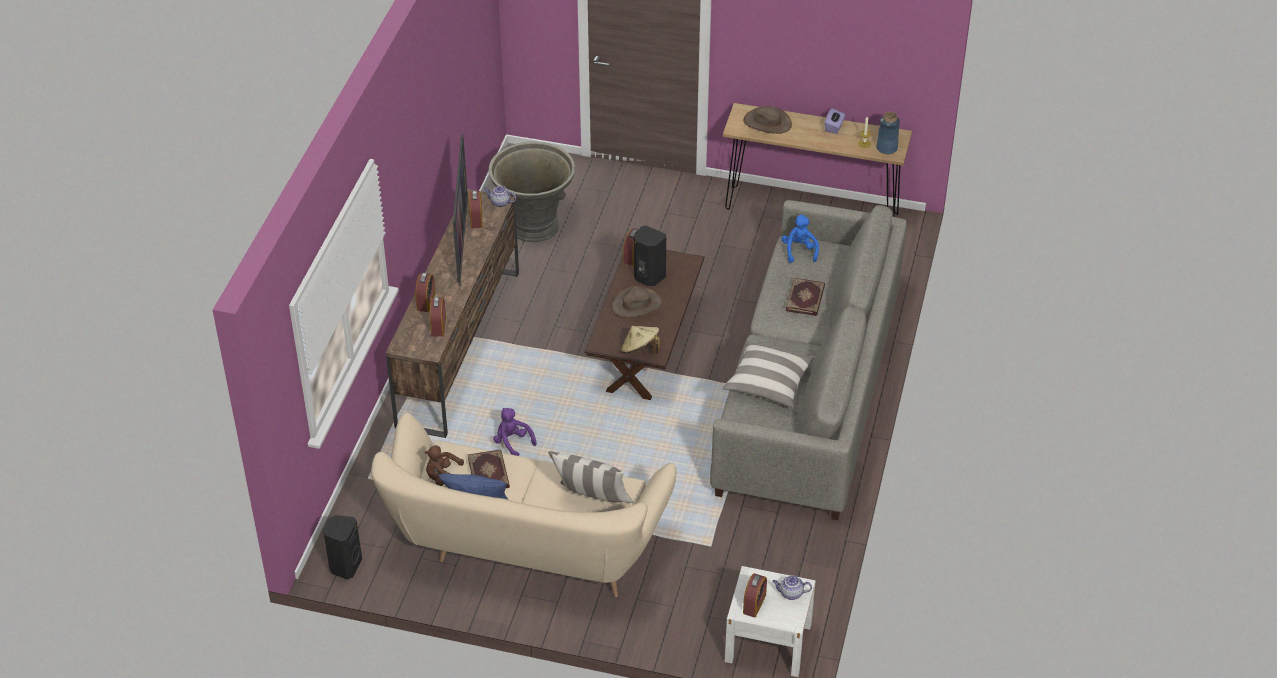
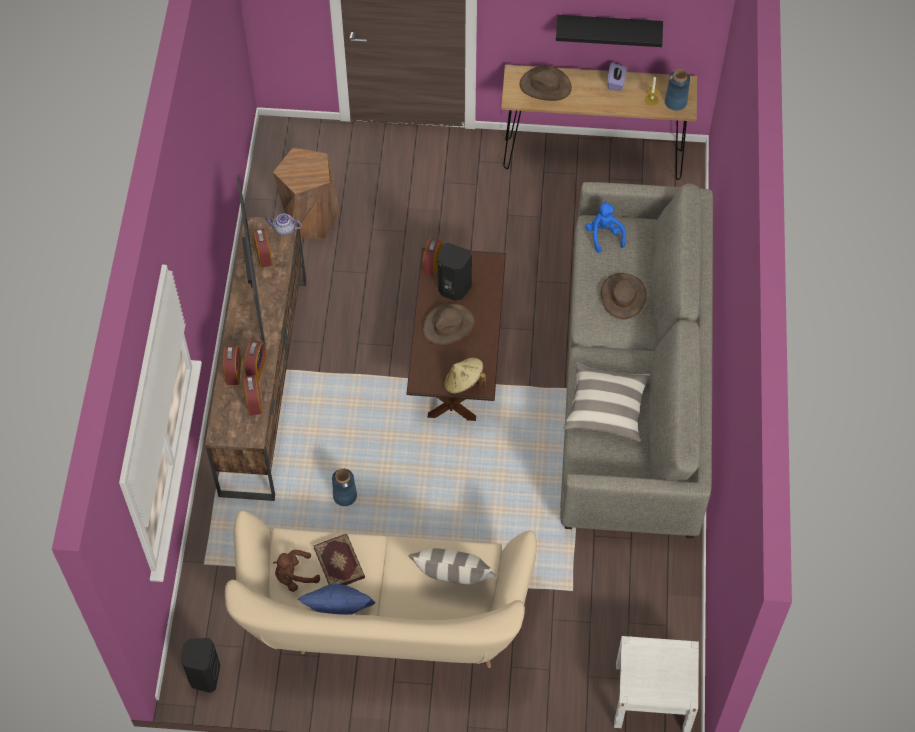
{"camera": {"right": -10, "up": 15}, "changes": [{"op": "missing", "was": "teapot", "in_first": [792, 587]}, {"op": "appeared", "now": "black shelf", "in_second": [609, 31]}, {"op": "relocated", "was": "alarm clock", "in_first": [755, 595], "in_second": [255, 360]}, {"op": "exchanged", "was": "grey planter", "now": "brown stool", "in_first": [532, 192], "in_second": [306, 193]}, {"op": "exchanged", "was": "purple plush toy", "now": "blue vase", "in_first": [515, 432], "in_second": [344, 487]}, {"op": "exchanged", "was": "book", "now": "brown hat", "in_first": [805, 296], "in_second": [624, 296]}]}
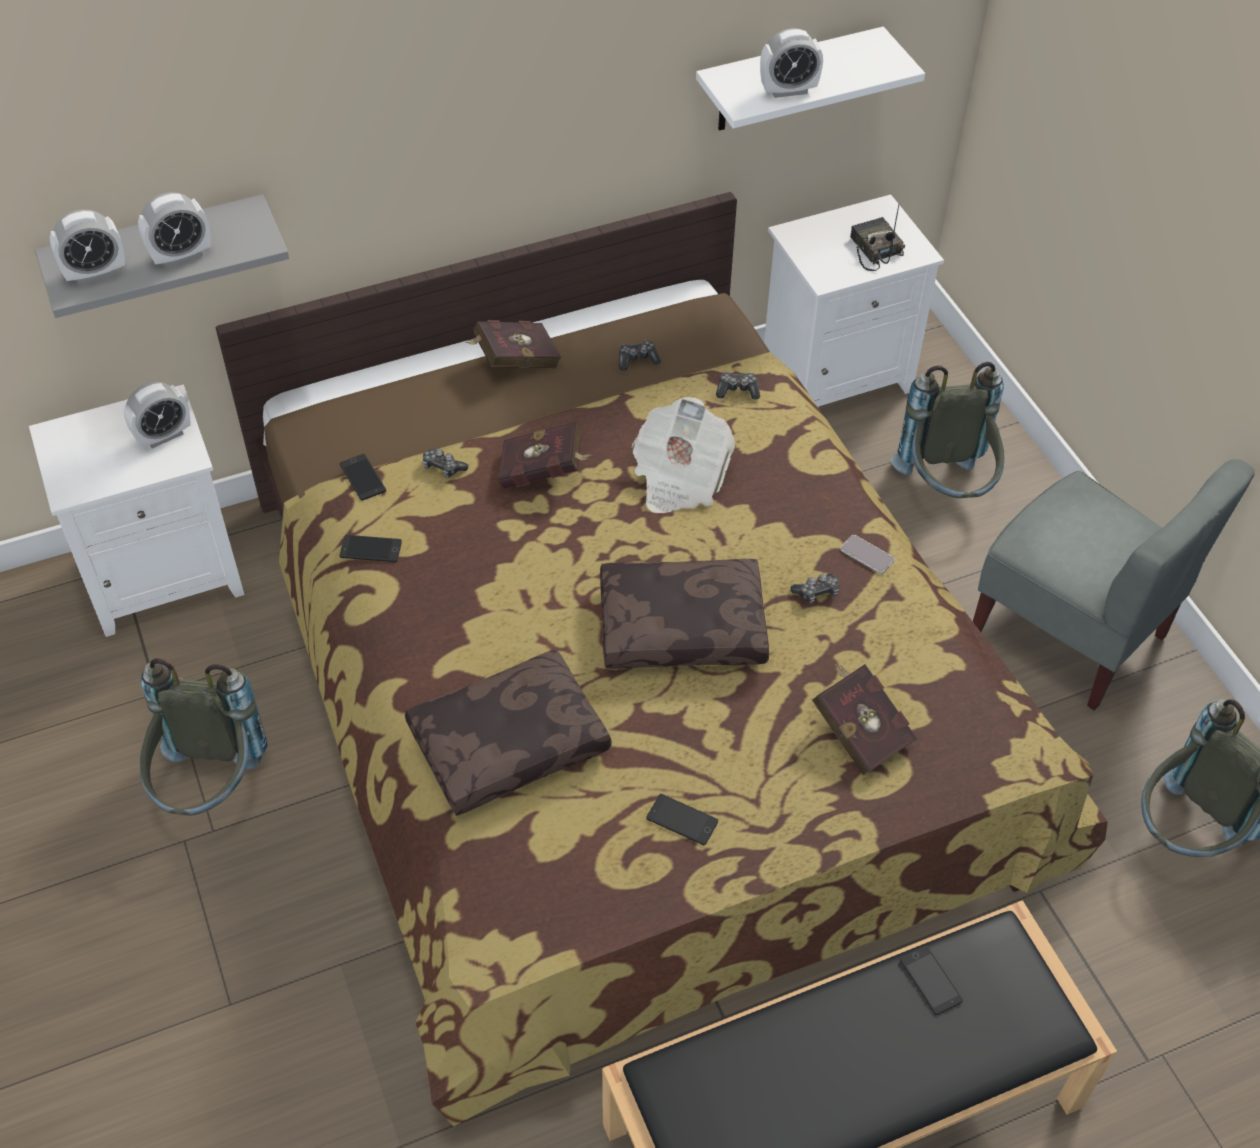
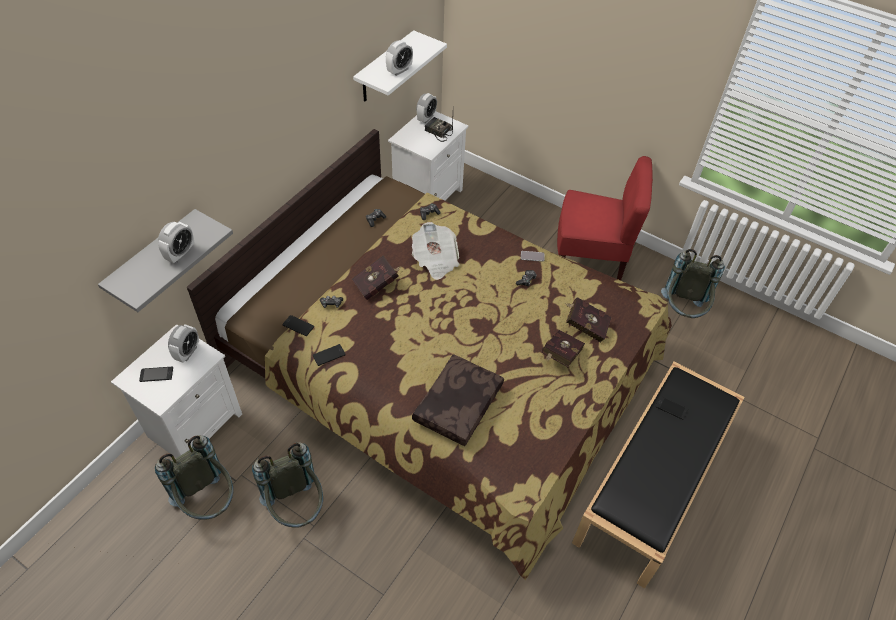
{"camera": {"right": -35, "up": 0}, "changes": [{"op": "missing", "was": "brown pillow", "in_first": [684, 614]}, {"op": "relocated", "was": "alarm clock", "in_first": [87, 247], "in_second": [426, 108]}, {"op": "relocated", "was": "red book", "in_first": [514, 344], "in_second": [563, 348]}, {"op": "relocated", "was": "phone", "in_first": [682, 819], "in_second": [156, 374]}, {"op": "relocated", "was": "grey backpack", "in_first": [948, 430], "in_second": [194, 477]}, {"op": "colour", "was": "grey chair", "now": "red chair", "in_first": [1114, 585], "in_second": [605, 218]}]}
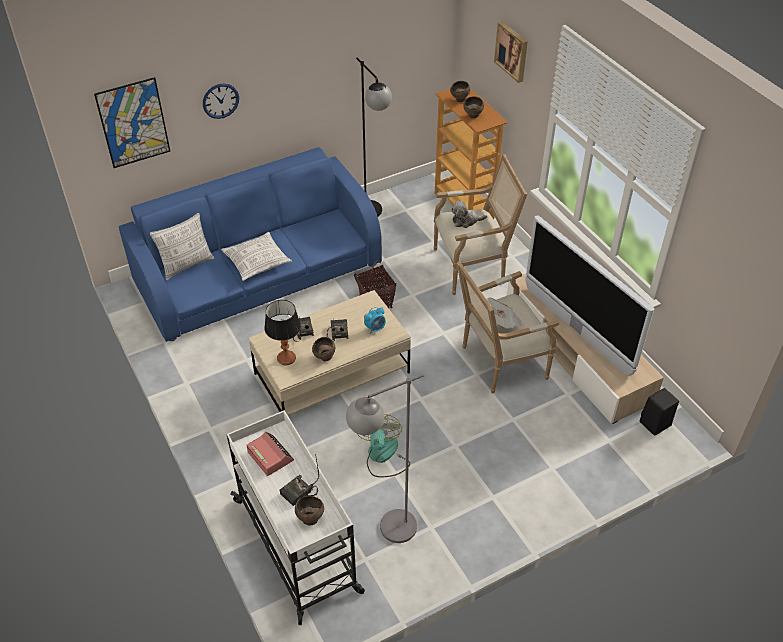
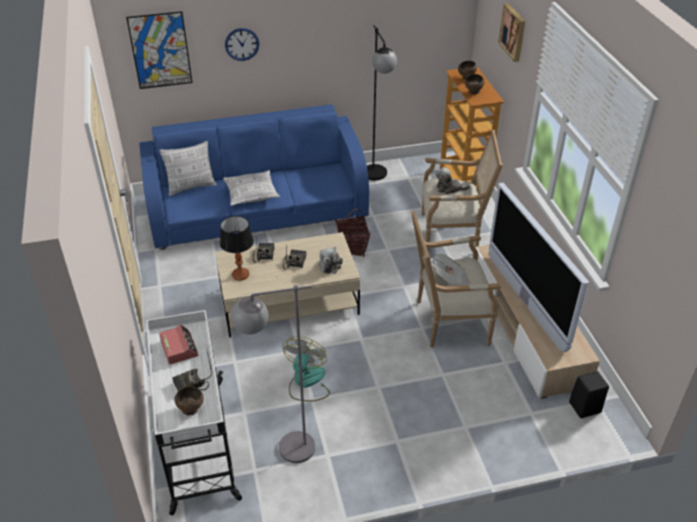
{"camera": {"right": 15, "up": -5}, "changes": [{"op": "missing", "was": "brown bowl", "in_first": [323, 349]}, {"op": "exchanged", "was": "alarm clock", "now": "plush toy", "in_first": [375, 320], "in_second": [330, 260]}]}
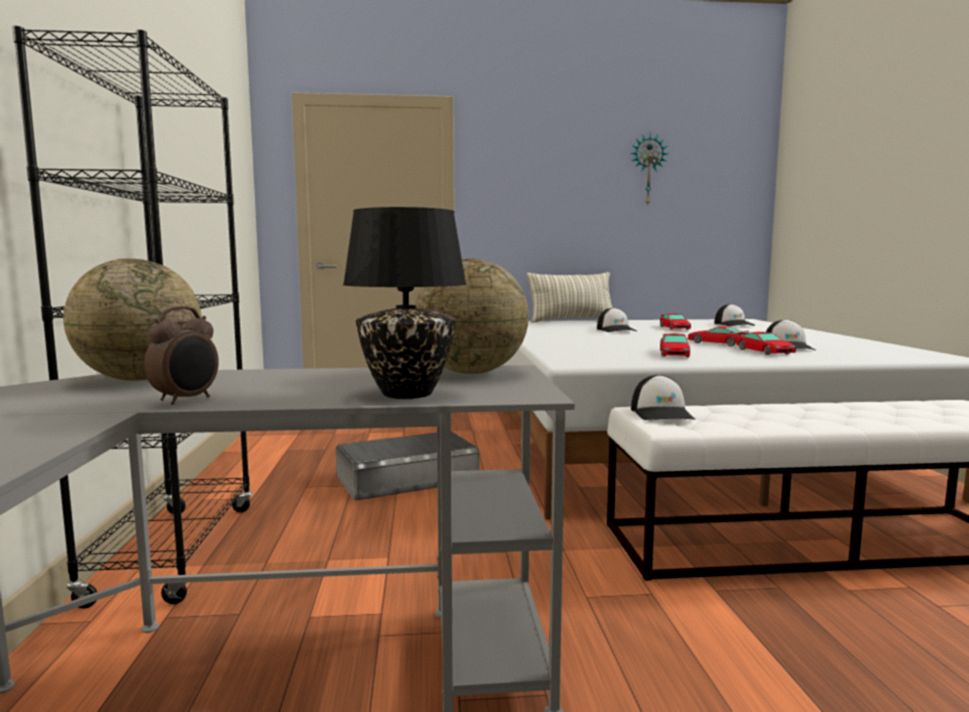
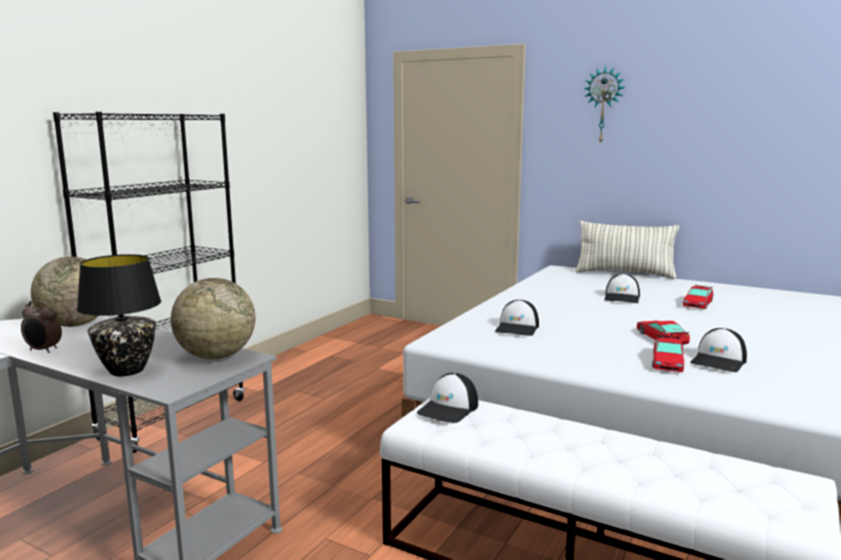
{"camera": {"right": 35, "up": 5}, "changes": [{"op": "missing", "was": "grey storage box", "in_first": [408, 466]}, {"op": "missing", "was": "toy car", "in_first": [675, 345]}, {"op": "relocated", "was": "wall clock", "in_first": [650, 169], "in_second": [604, 105]}, {"op": "relocated", "was": "cap", "in_first": [734, 315], "in_second": [517, 318]}, {"op": "spun", "was": "alarm clock", "in_first": [181, 355], "in_second": [41, 326], "clockwise": 45}]}
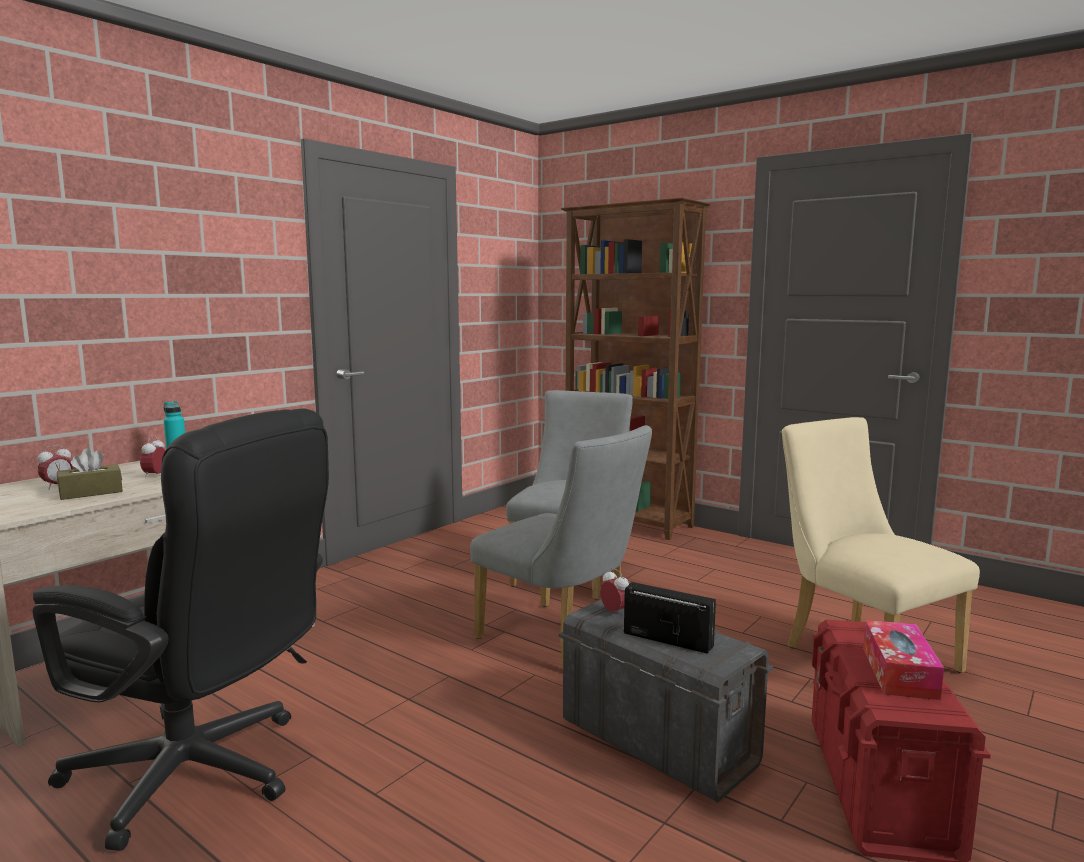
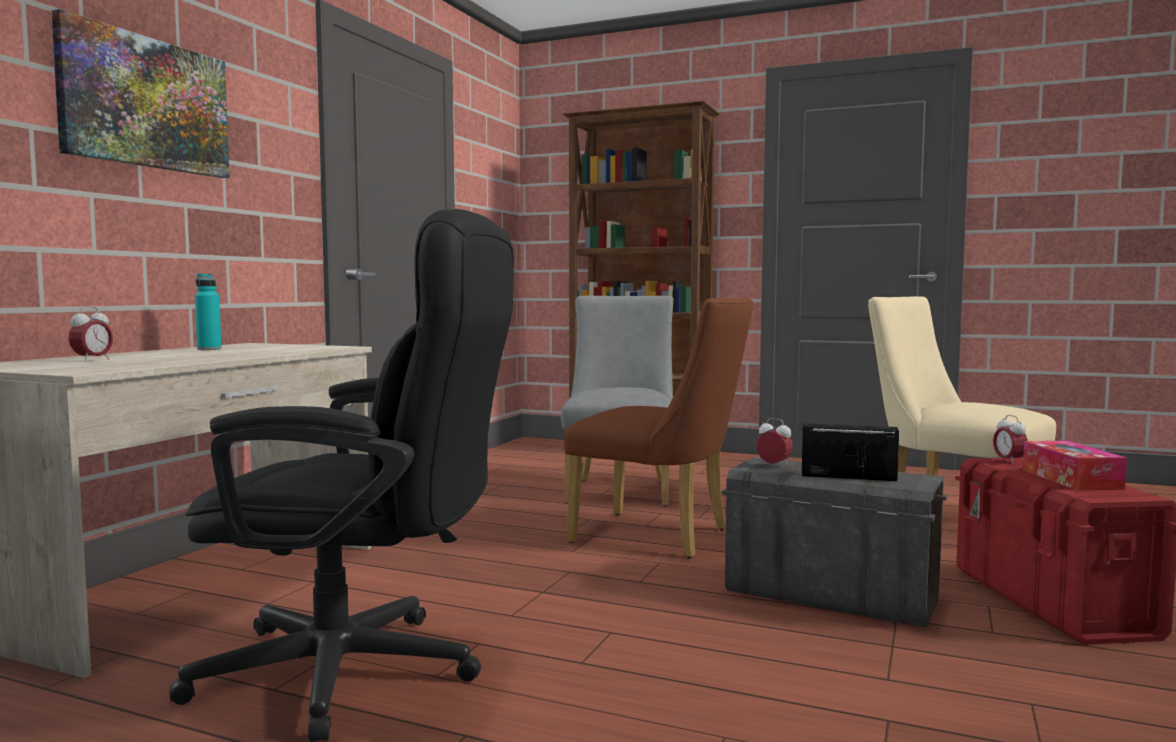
{"camera": {"right": -15, "up": -5}, "changes": [{"op": "missing", "was": "brown tissue box", "in_first": [90, 474]}, {"op": "appeared", "now": "picture", "in_second": [140, 93]}, {"op": "relocated", "was": "alarm clock", "in_first": [152, 457], "in_second": [1010, 439]}, {"op": "colour", "was": "grey chair", "now": "brown chair", "in_first": [561, 547], "in_second": [658, 427]}]}
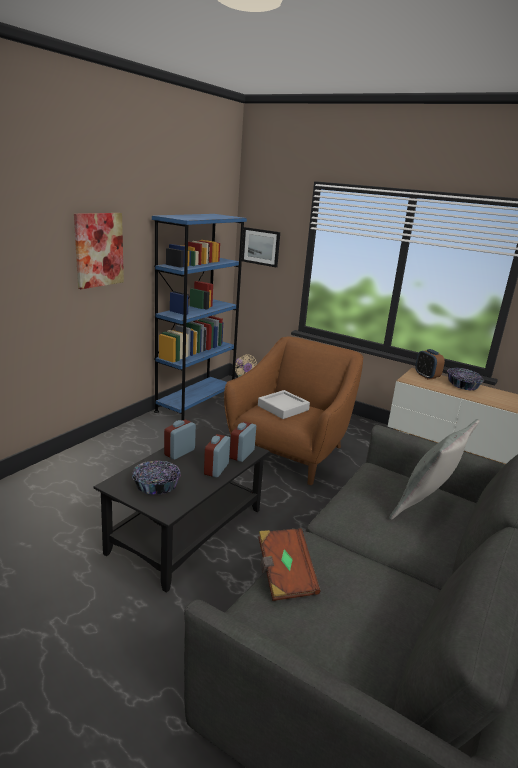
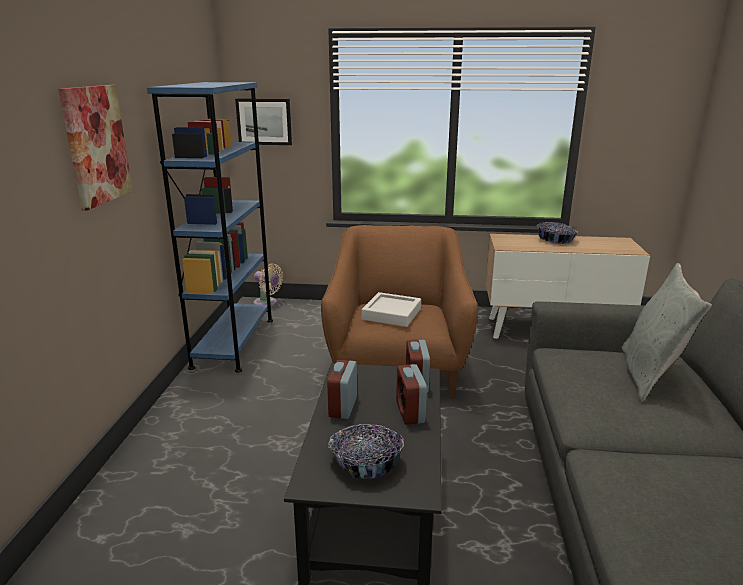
{"camera": {"right": -25, "up": 0}, "changes": [{"op": "missing", "was": "brown book", "in_first": [289, 564]}, {"op": "missing", "was": "alarm clock", "in_first": [430, 364]}]}
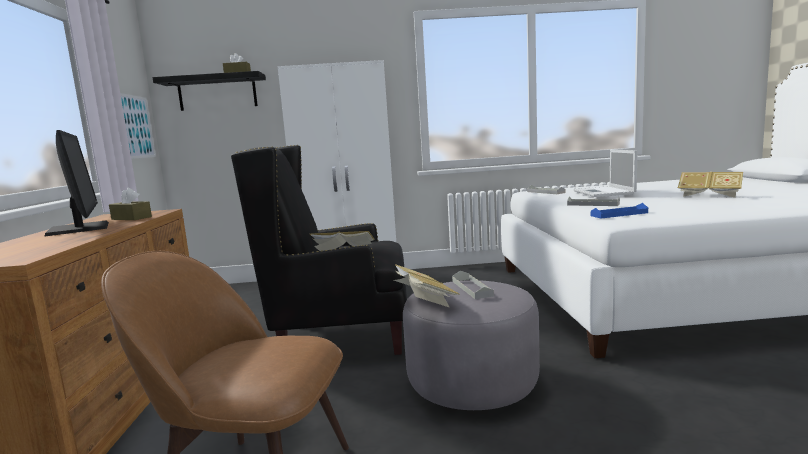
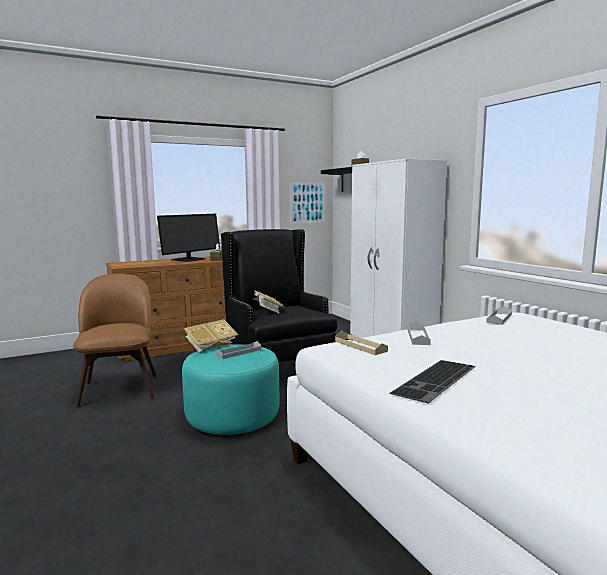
{"camera": {"right": 65, "up": 0}, "changes": [{"op": "missing", "was": "laptop", "in_first": [605, 173]}, {"op": "missing", "was": "book", "in_first": [710, 185]}, {"op": "appeared", "now": "keyboard", "in_second": [433, 382]}, {"op": "colour", "was": "grey ottoman", "now": "turquoise ottoman", "in_first": [471, 345], "in_second": [231, 389]}, {"op": "colour", "was": "blue tray", "now": "beige tray", "in_first": [619, 211], "in_second": [361, 343]}]}
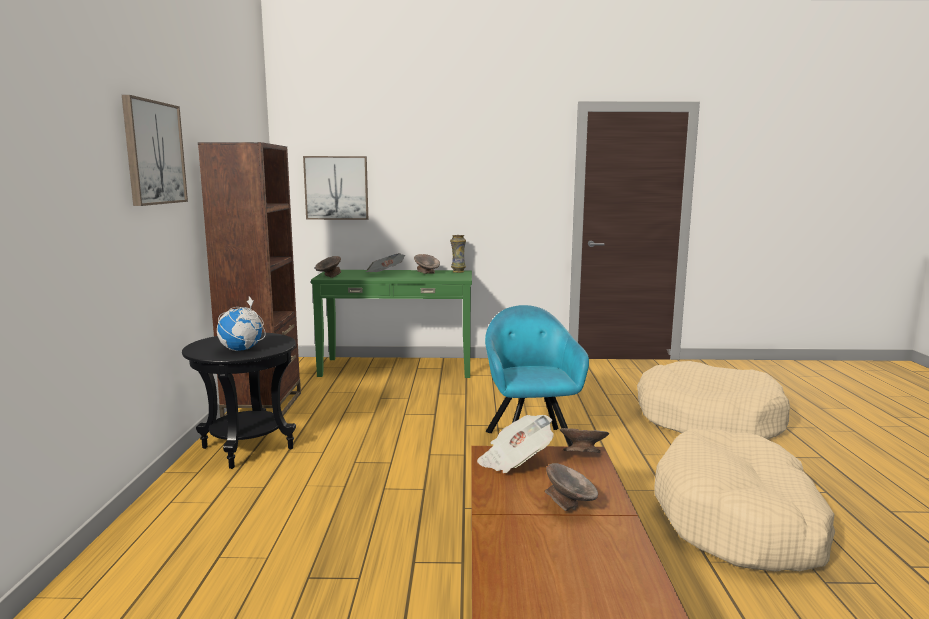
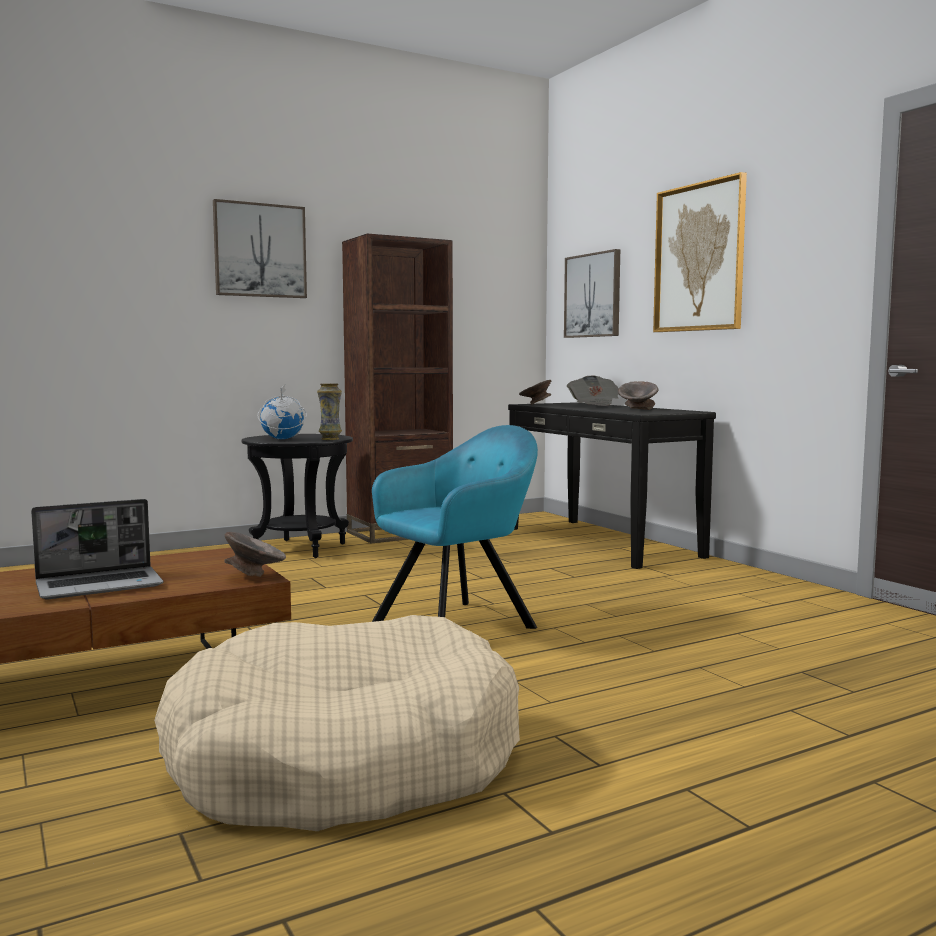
{"camera": {"right": 60, "up": -5}, "changes": [{"op": "missing", "was": "newspaper", "in_first": [515, 444]}, {"op": "missing", "was": "beige dog bed", "in_first": [713, 400]}, {"op": "appeared", "now": "picture", "in_second": [700, 252]}, {"op": "relocated", "was": "vase", "in_first": [458, 254], "in_second": [329, 411]}, {"op": "exchanged", "was": "grey bowl", "now": "laptop", "in_first": [571, 487], "in_second": [97, 549]}, {"op": "colour", "was": "green console table", "now": "black console table", "in_first": [391, 324], "in_second": [612, 485]}]}
